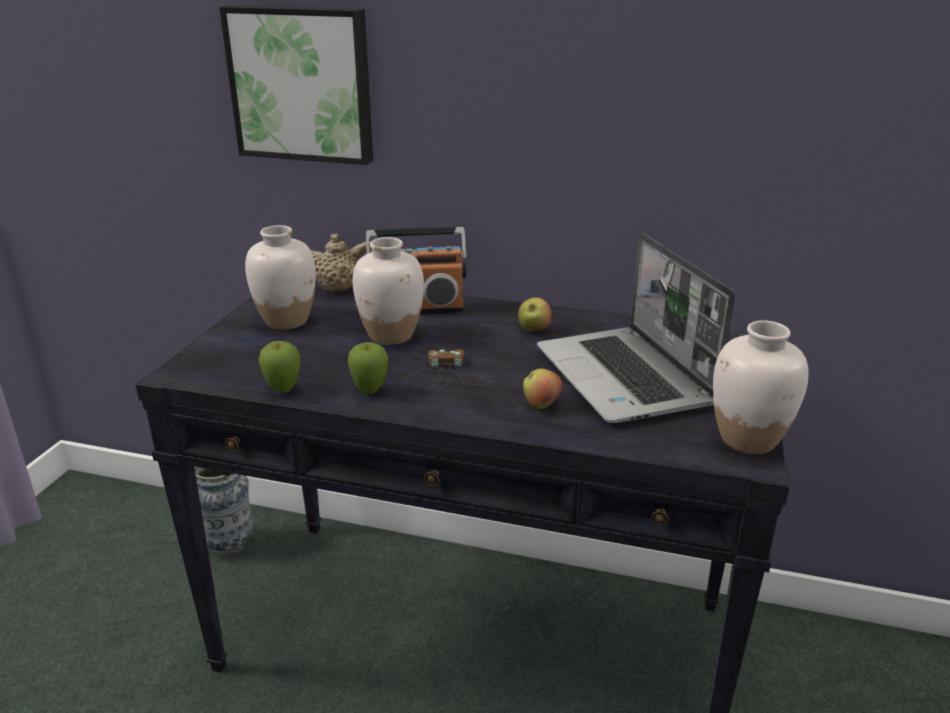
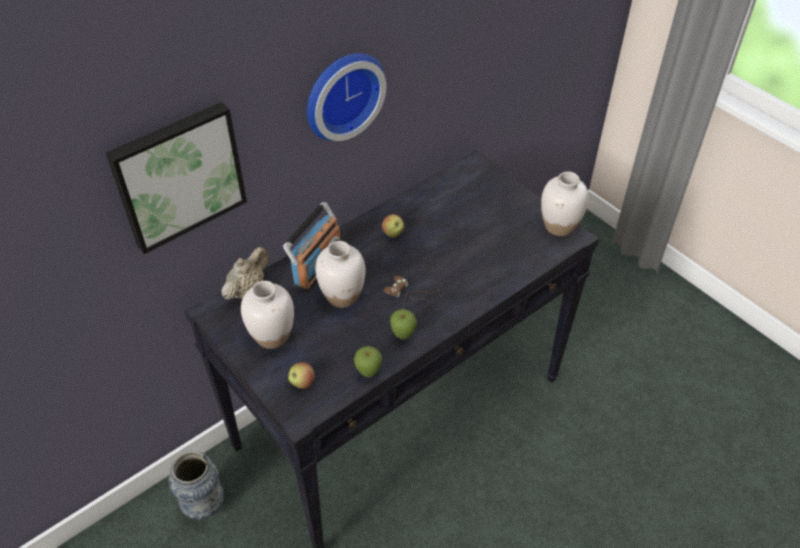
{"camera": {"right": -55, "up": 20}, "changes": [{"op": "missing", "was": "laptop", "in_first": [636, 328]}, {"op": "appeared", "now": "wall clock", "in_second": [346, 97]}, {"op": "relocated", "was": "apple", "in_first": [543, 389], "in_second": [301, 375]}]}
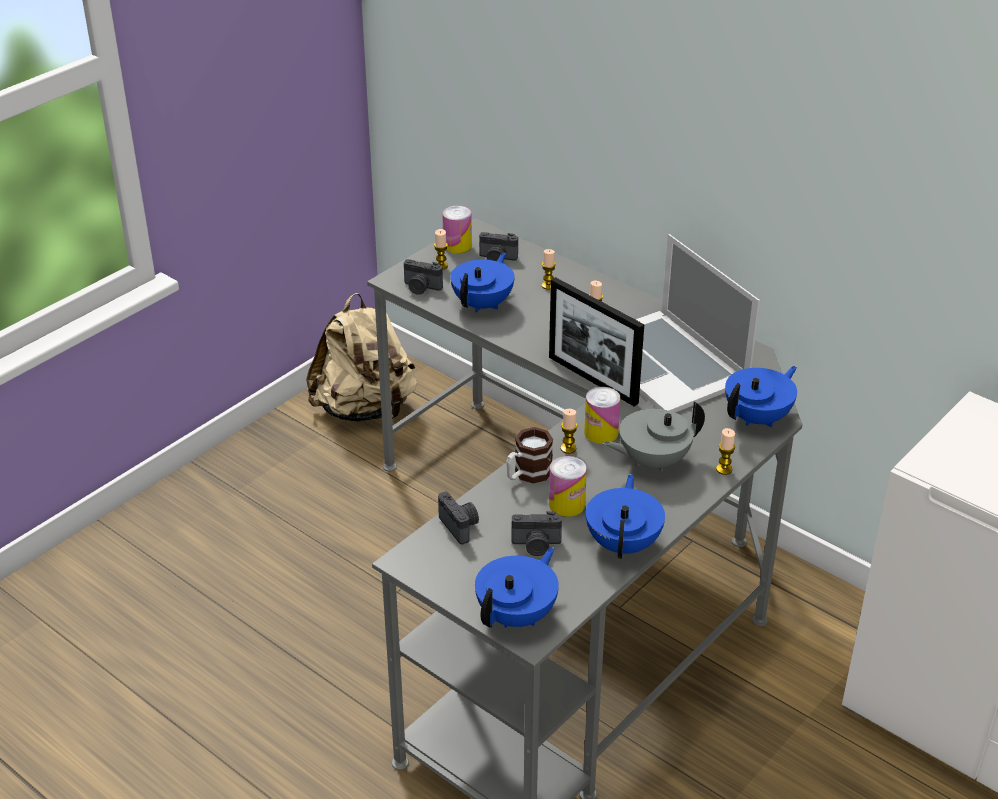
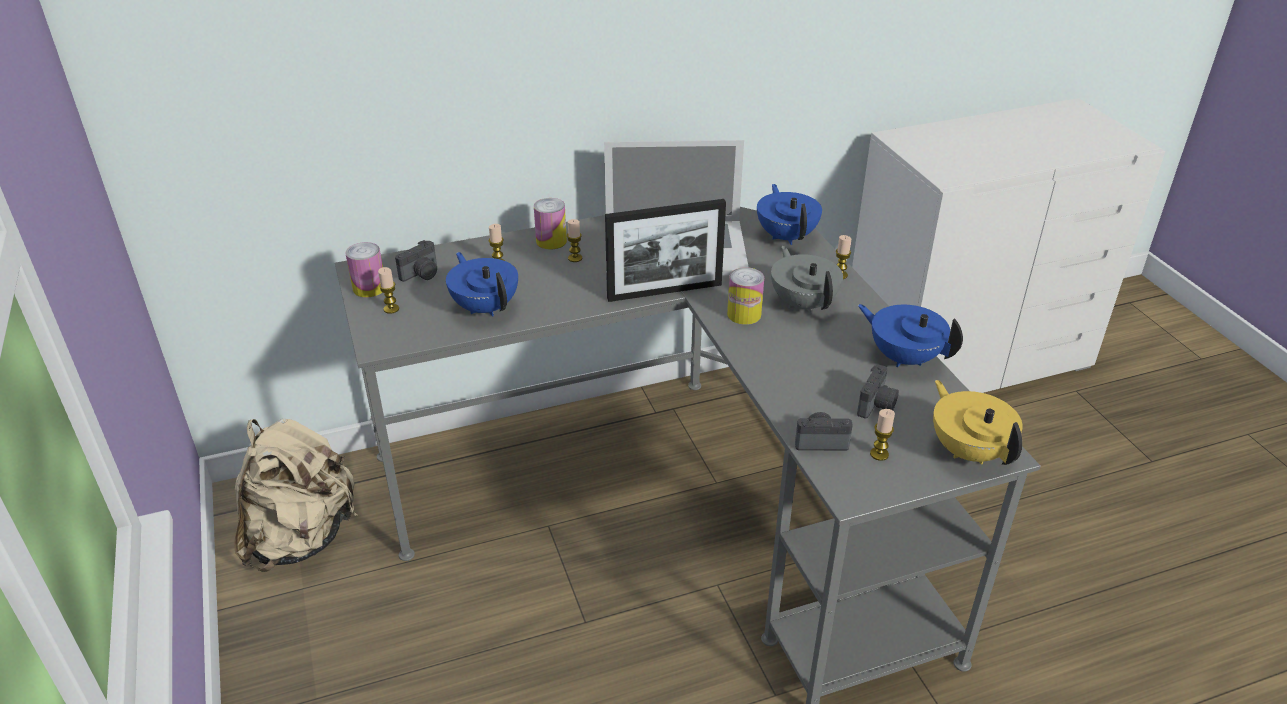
{"camera": {"right": -60, "up": 0}, "changes": [{"op": "missing", "was": "photo camera", "in_first": [423, 277]}, {"op": "missing", "was": "mug", "in_first": [529, 455]}, {"op": "relocated", "was": "can", "in_first": [568, 486], "in_second": [550, 223]}, {"op": "relocated", "was": "candle", "in_first": [569, 431], "in_second": [882, 435]}, {"op": "colour", "was": "blue teapot", "now": "yellow teapot", "in_first": [517, 587], "in_second": [978, 422]}, {"op": "spun", "was": "grey teapot", "in_first": [654, 436], "in_second": [807, 280], "clockwise": 150}]}
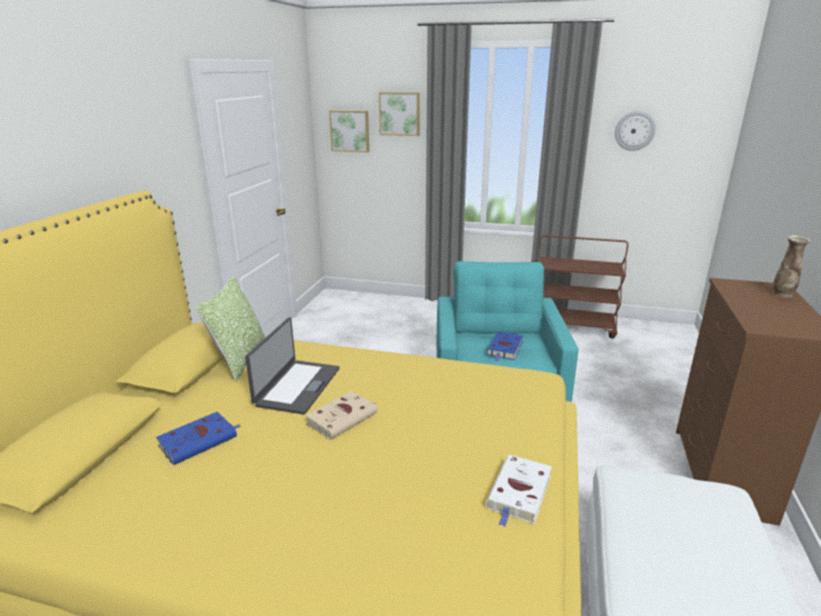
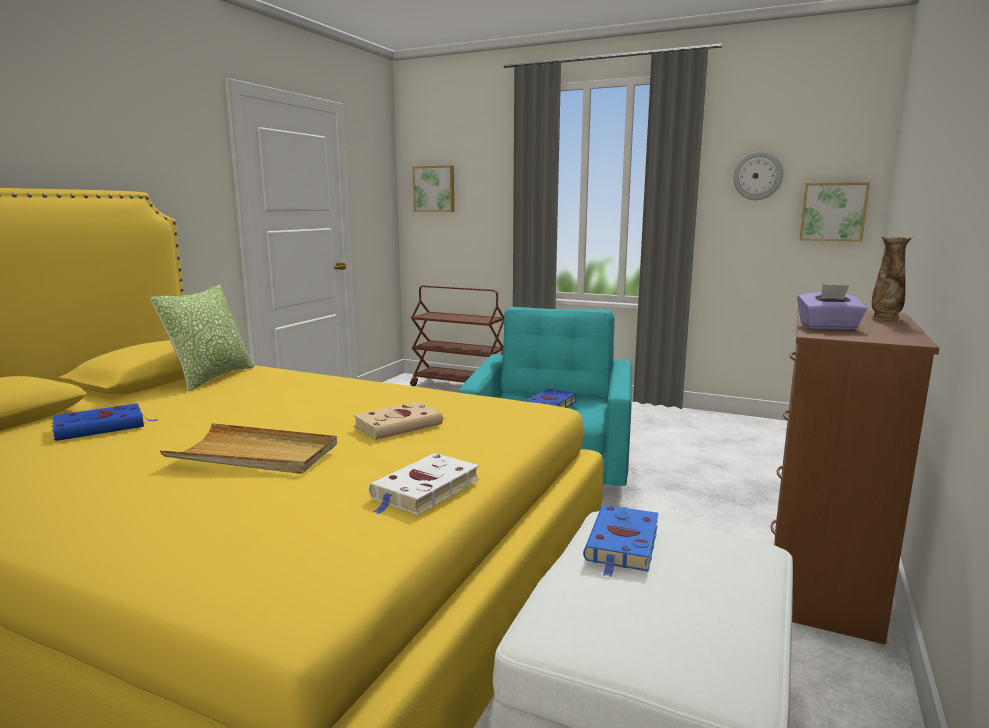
{"camera": {"right": 10, "up": -10}, "changes": [{"op": "missing", "was": "laptop", "in_first": [292, 366]}, {"op": "appeared", "now": "beige tray", "in_second": [248, 448]}, {"op": "appeared", "now": "blue book", "in_second": [620, 541]}, {"op": "appeared", "now": "purple tissue box", "in_second": [832, 307]}, {"op": "relocated", "was": "beige book", "in_first": [341, 415], "in_second": [398, 421]}, {"op": "relocated", "was": "picture", "in_first": [399, 114], "in_second": [834, 212]}, {"op": "relocated", "was": "brown cart", "in_first": [583, 286], "in_second": [457, 336]}]}
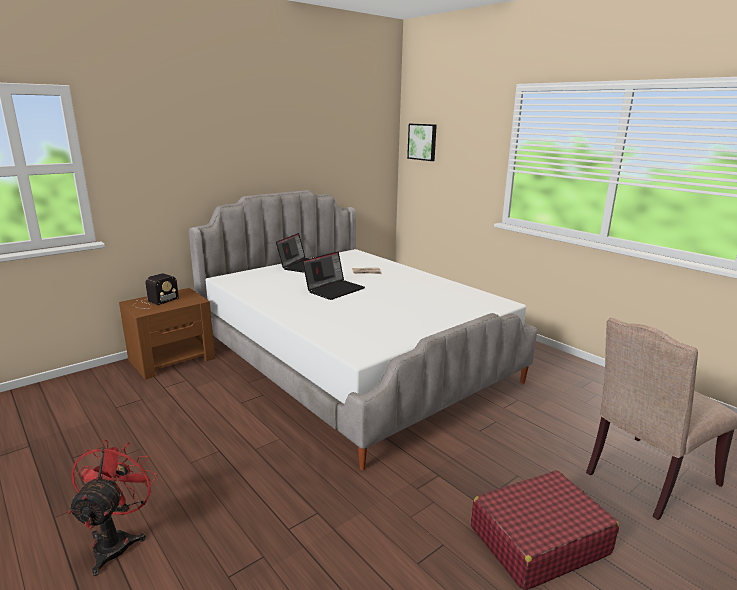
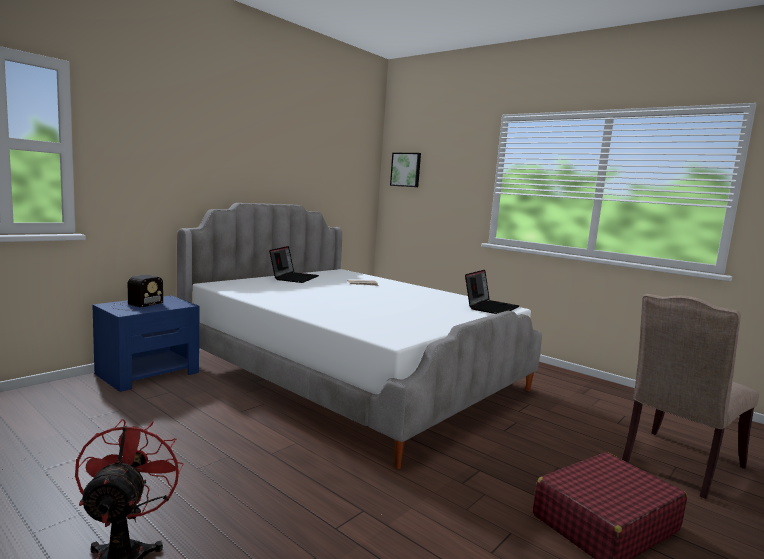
{"camera": {"right": -10, "up": -10}, "changes": [{"op": "relocated", "was": "laptop", "in_first": [333, 275], "in_second": [492, 292]}, {"op": "colour", "was": "brown nightstand", "now": "blue nightstand", "in_first": [167, 333], "in_second": [146, 343]}]}
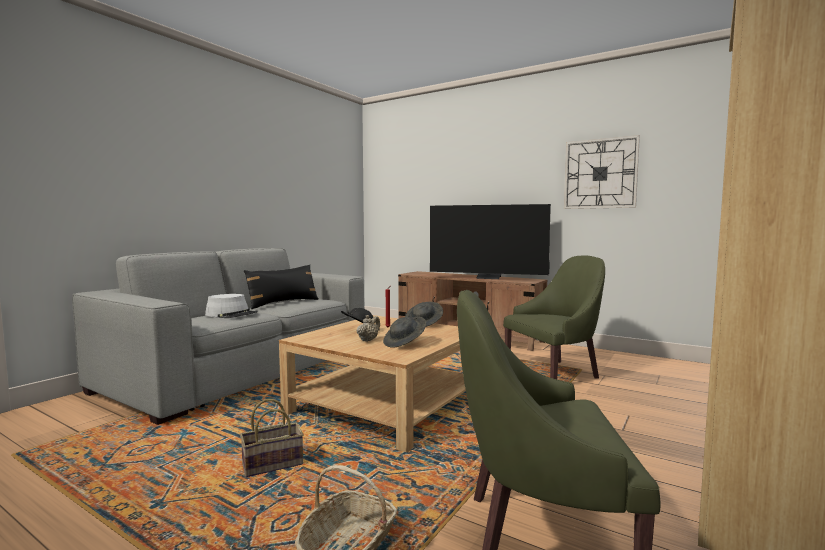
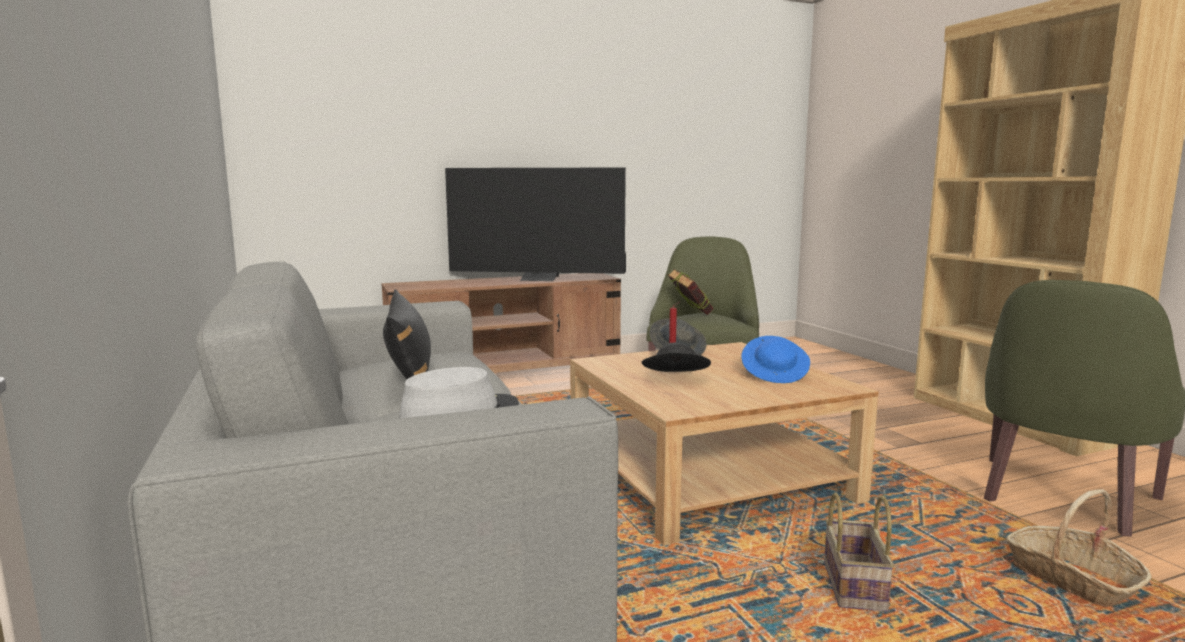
{"camera": {"right": -55, "up": 5}, "changes": [{"op": "missing", "was": "beige teapot", "in_first": [368, 328]}, {"op": "missing", "was": "wall clock", "in_first": [602, 172]}, {"op": "appeared", "now": "book", "in_second": [690, 292]}, {"op": "colour", "was": "grey hat", "now": "blue hat", "in_first": [404, 332], "in_second": [775, 359]}, {"op": "spun", "was": "television", "in_first": [490, 241], "in_second": [535, 224], "clockwise": 45}]}
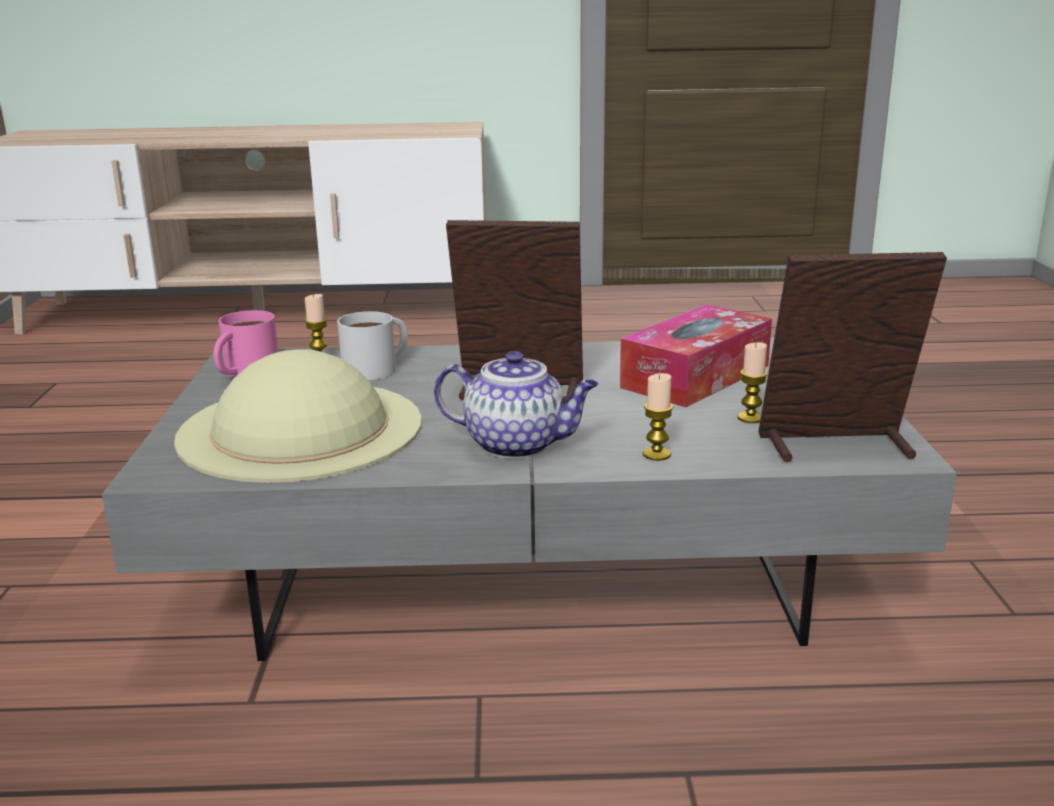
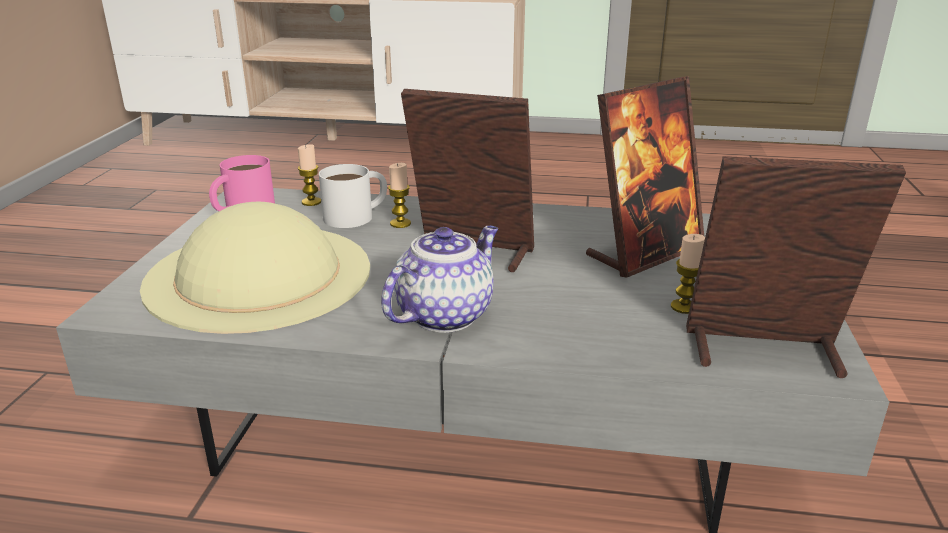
{"camera": {"right": 10, "up": 5}, "changes": [{"op": "relocated", "was": "candle", "in_first": [658, 417], "in_second": [399, 195]}, {"op": "exchanged", "was": "tissue box", "now": "picture frame", "in_first": [696, 356], "in_second": [645, 177]}, {"op": "spun", "was": "teapot", "in_first": [516, 405], "in_second": [439, 279], "clockwise": -75}]}
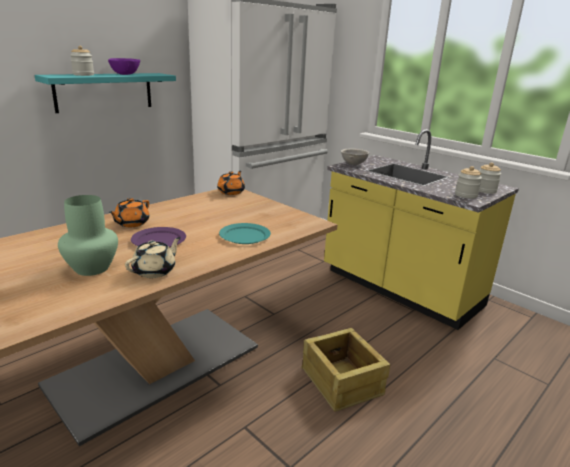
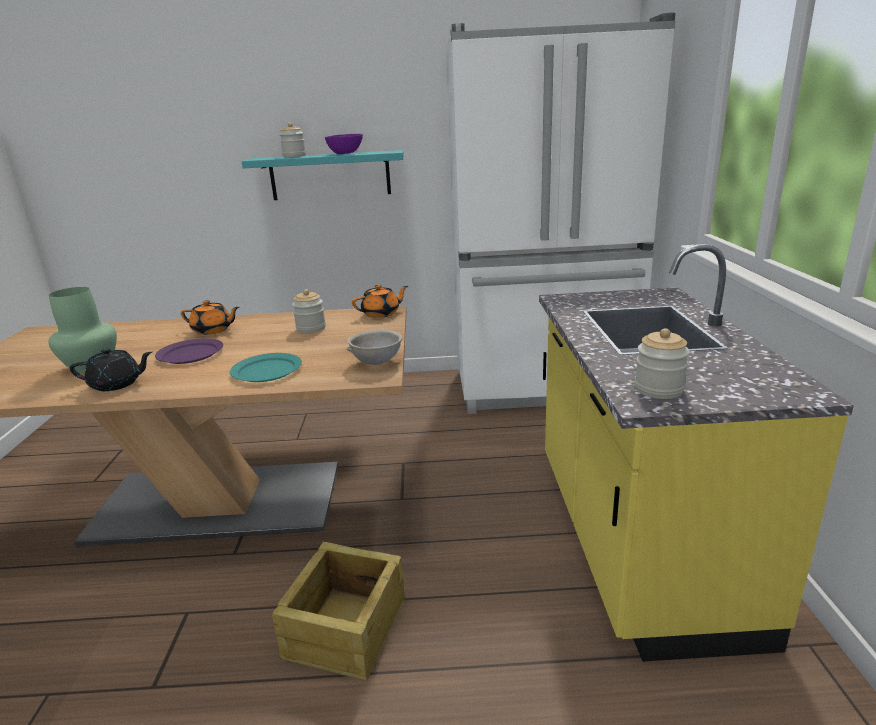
{"camera": {"right": 45, "up": 0}, "changes": [{"op": "relocated", "was": "grey bowl", "in_first": [355, 156], "in_second": [374, 347]}, {"op": "relocated", "was": "jar", "in_first": [490, 178], "in_second": [309, 311]}, {"op": "colour", "was": "beige teapot", "now": "black teapot", "in_first": [153, 257], "in_second": [111, 369]}, {"op": "spun", "was": "orange teapot", "in_first": [128, 212], "in_second": [210, 317], "clockwise": -150}]}
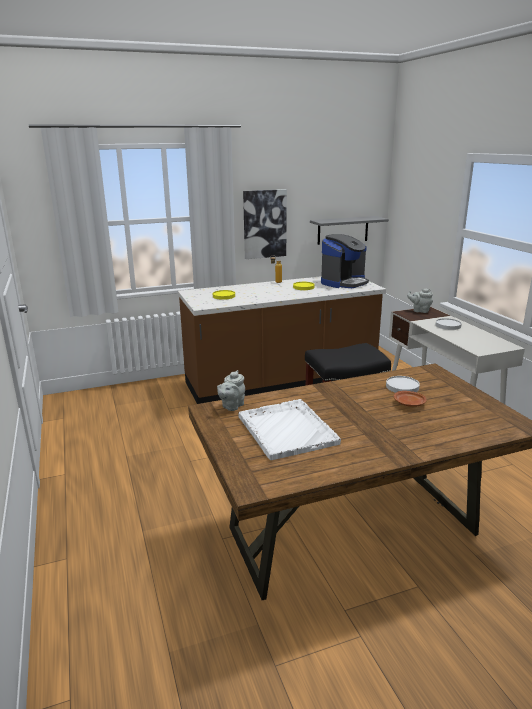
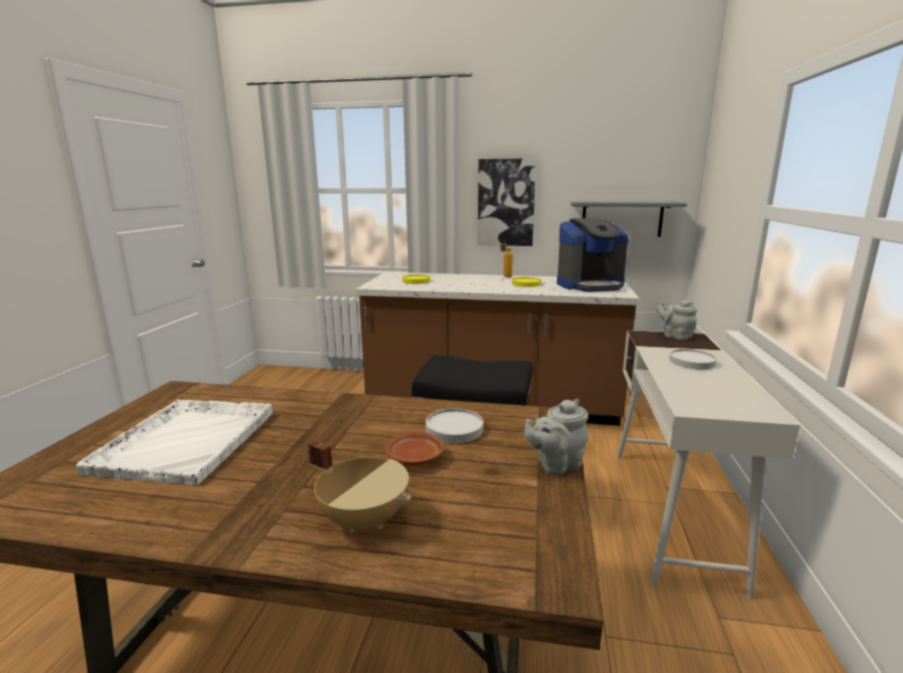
{"camera": {"right": 30, "up": -5}, "changes": [{"op": "appeared", "now": "beige cooking pot", "in_second": [359, 487]}, {"op": "relocated", "was": "grey teapot", "in_first": [231, 390], "in_second": [556, 437]}]}
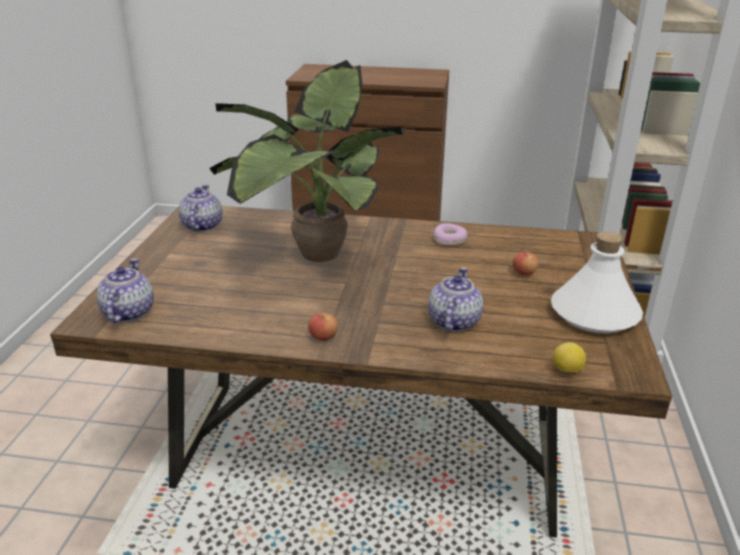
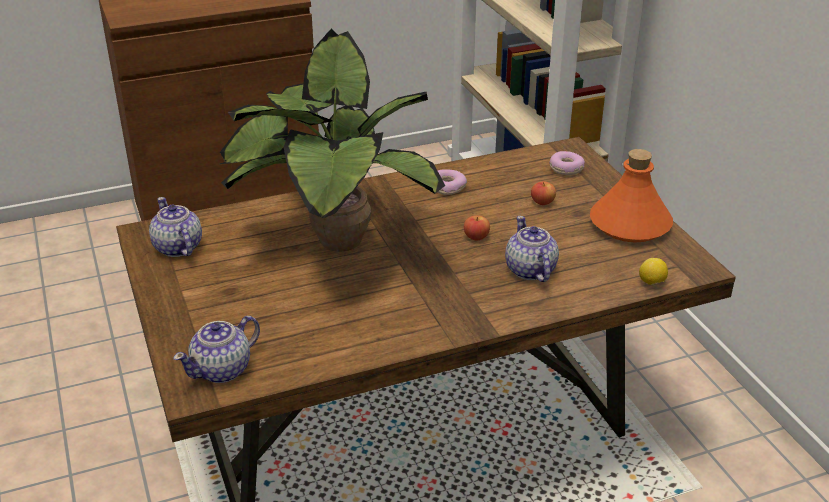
{"camera": {"right": -30, "up": 5}, "changes": [{"op": "appeared", "now": "donut", "in_second": [567, 163]}, {"op": "relocated", "was": "apple", "in_first": [323, 327], "in_second": [477, 227]}, {"op": "colour", "was": "white bottle", "now": "orange bottle", "in_first": [597, 282], "in_second": [631, 196]}, {"op": "spun", "was": "teapot", "in_first": [125, 290], "in_second": [216, 349], "clockwise": -105}]}
